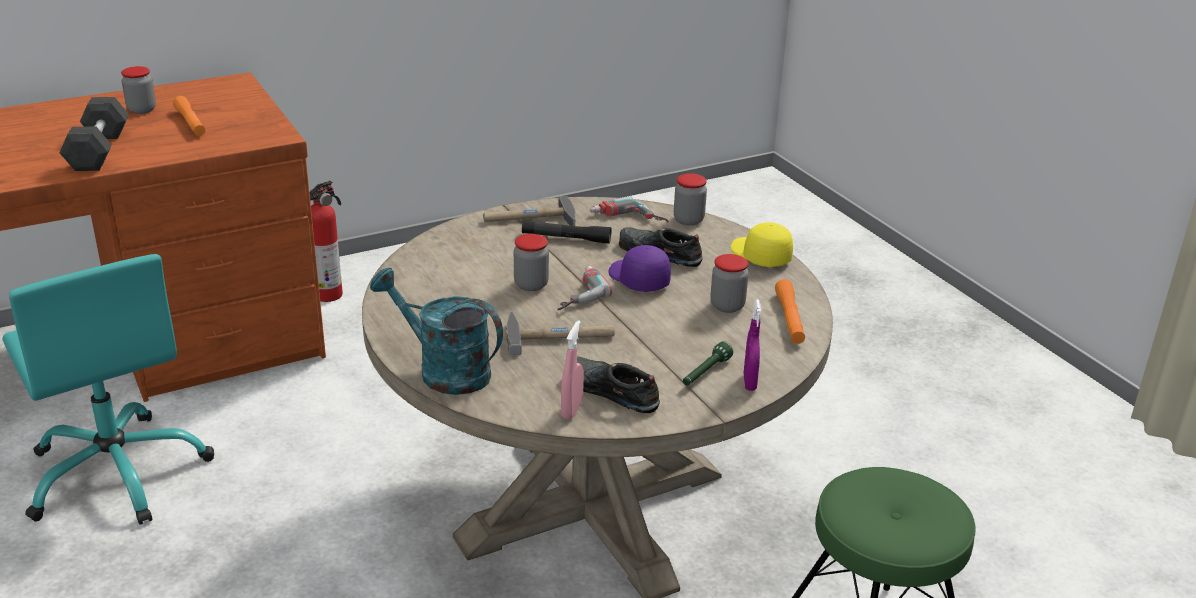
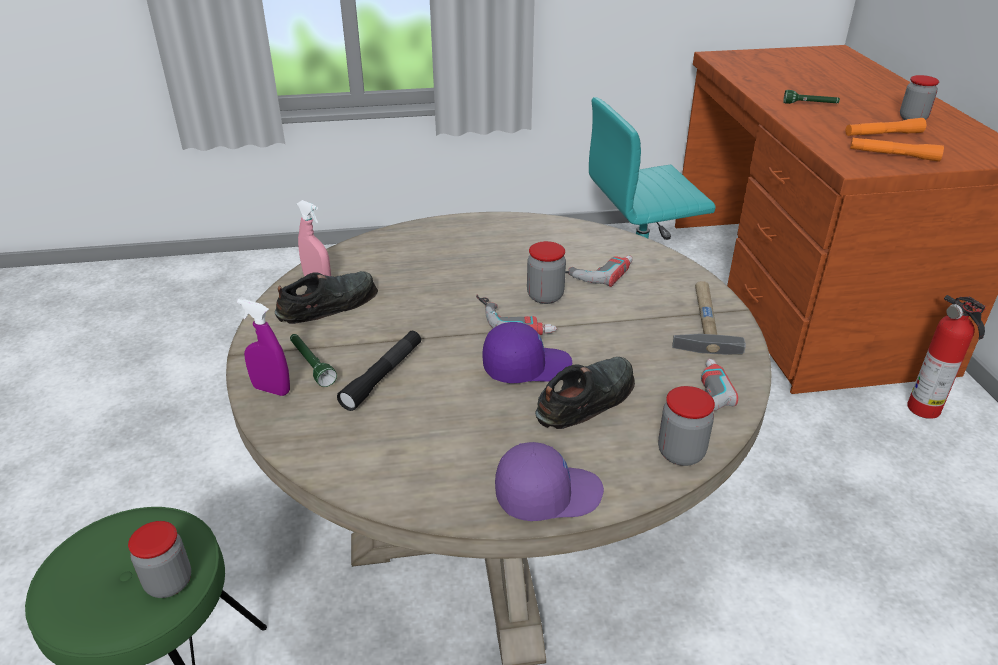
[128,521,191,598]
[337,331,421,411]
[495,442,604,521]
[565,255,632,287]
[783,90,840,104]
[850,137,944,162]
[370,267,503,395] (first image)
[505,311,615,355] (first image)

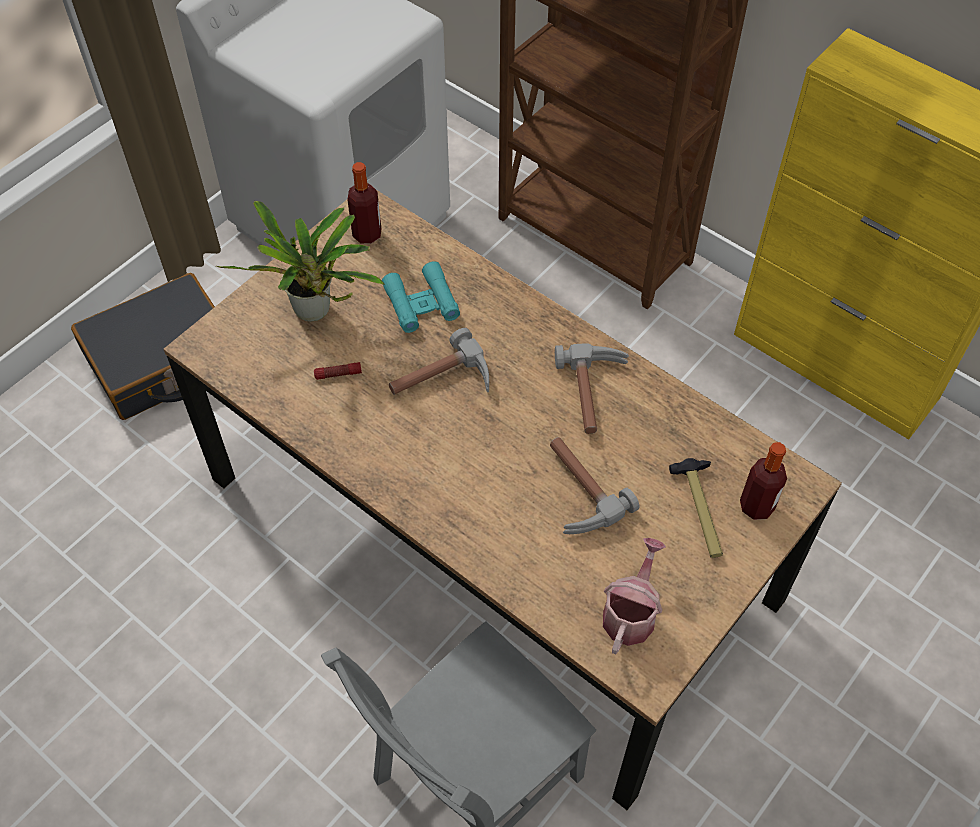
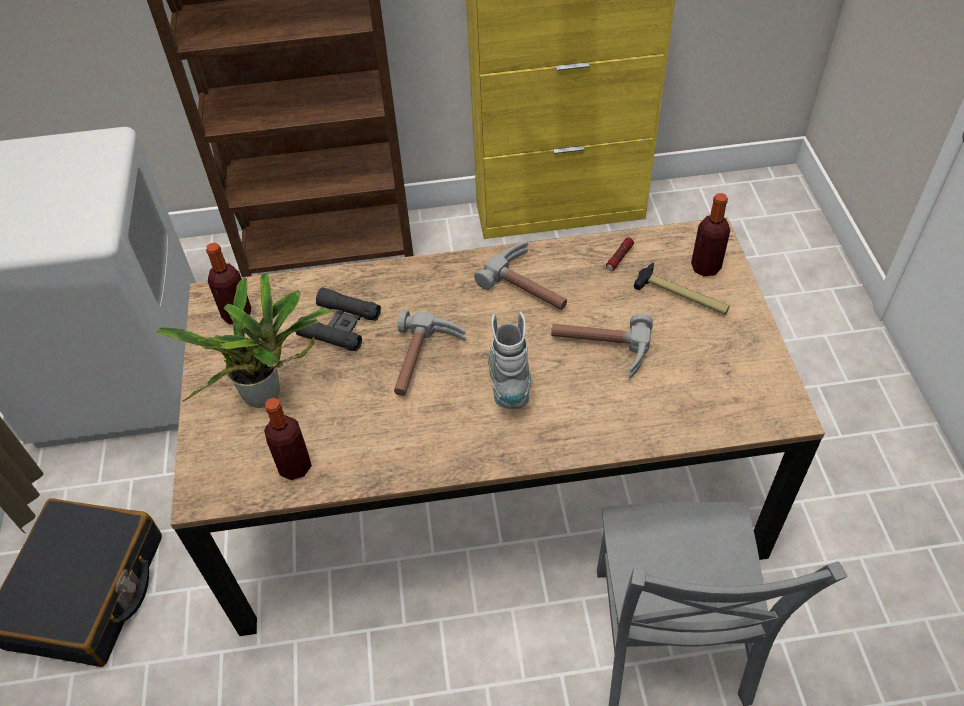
[264,398,312,480]
[296,287,381,351]
[488,311,531,409]
[606,237,634,271]
[603,538,666,654] (first image)

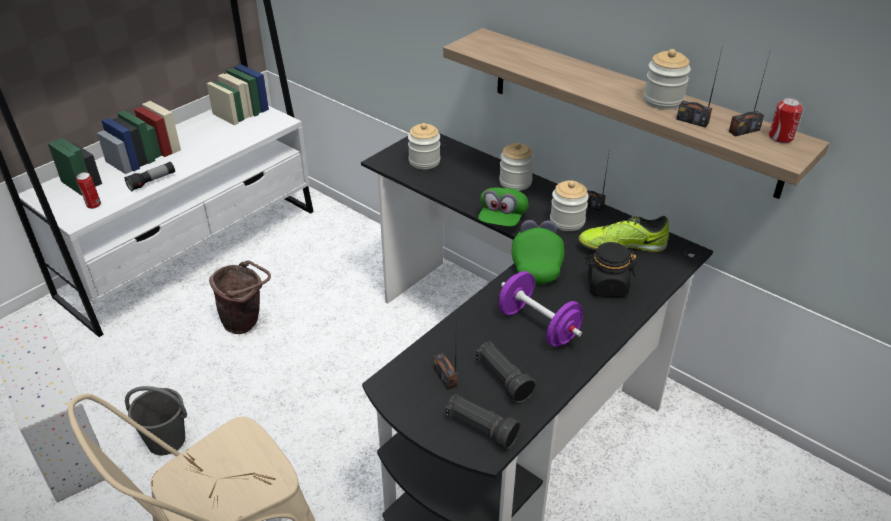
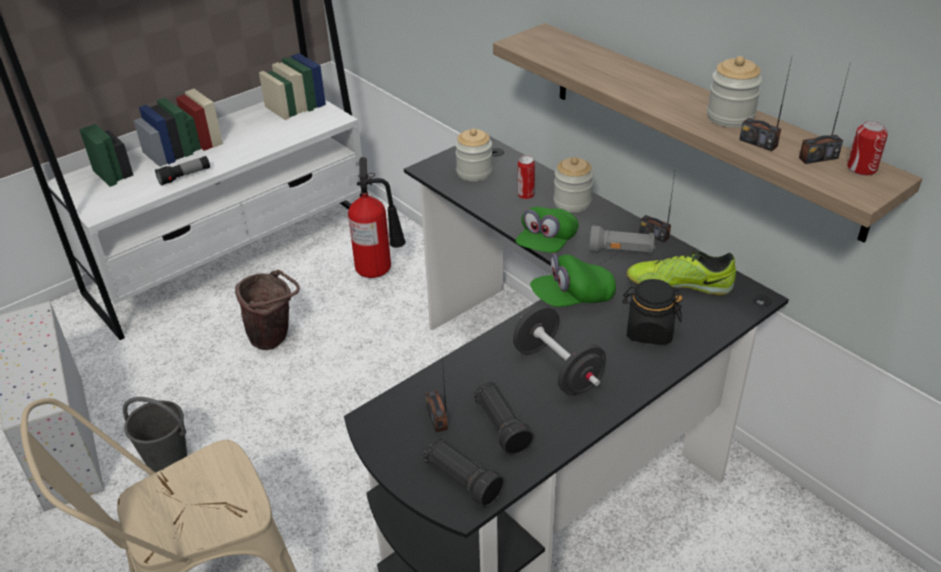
[348,157,406,278]
[512,305,606,395]
[518,155,535,200]
[530,253,616,307]
[589,225,655,254]

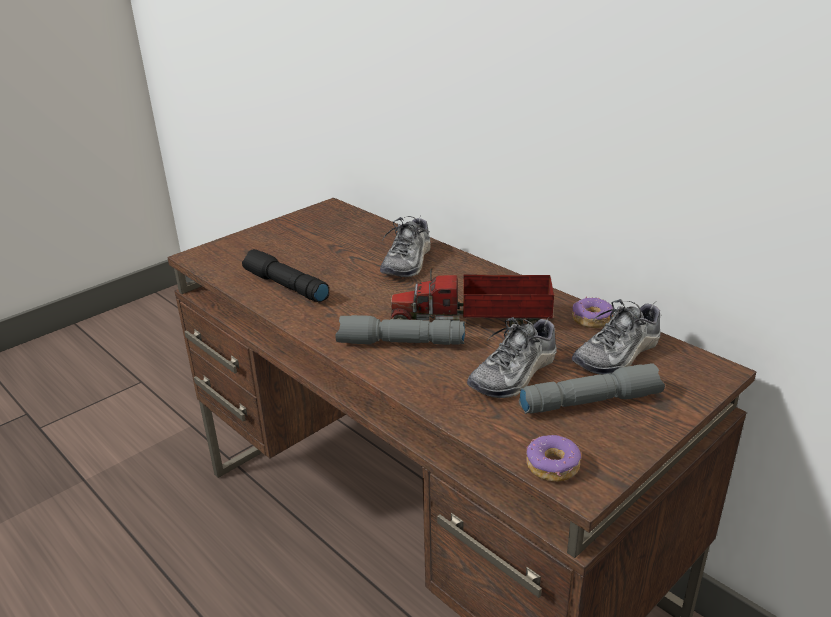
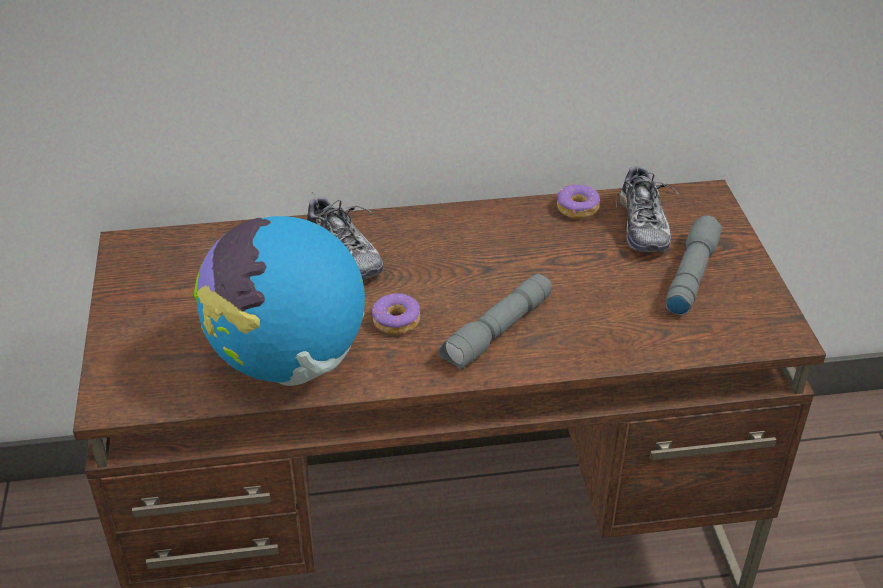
[194,216,365,386]
[372,293,420,334]
[391,268,554,327] (first image)
[467,317,557,398] (first image)

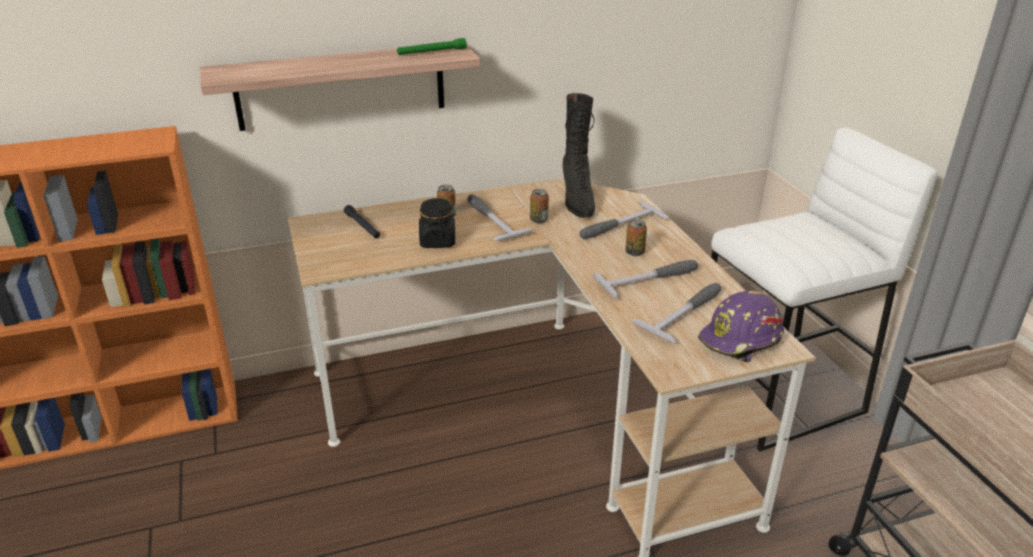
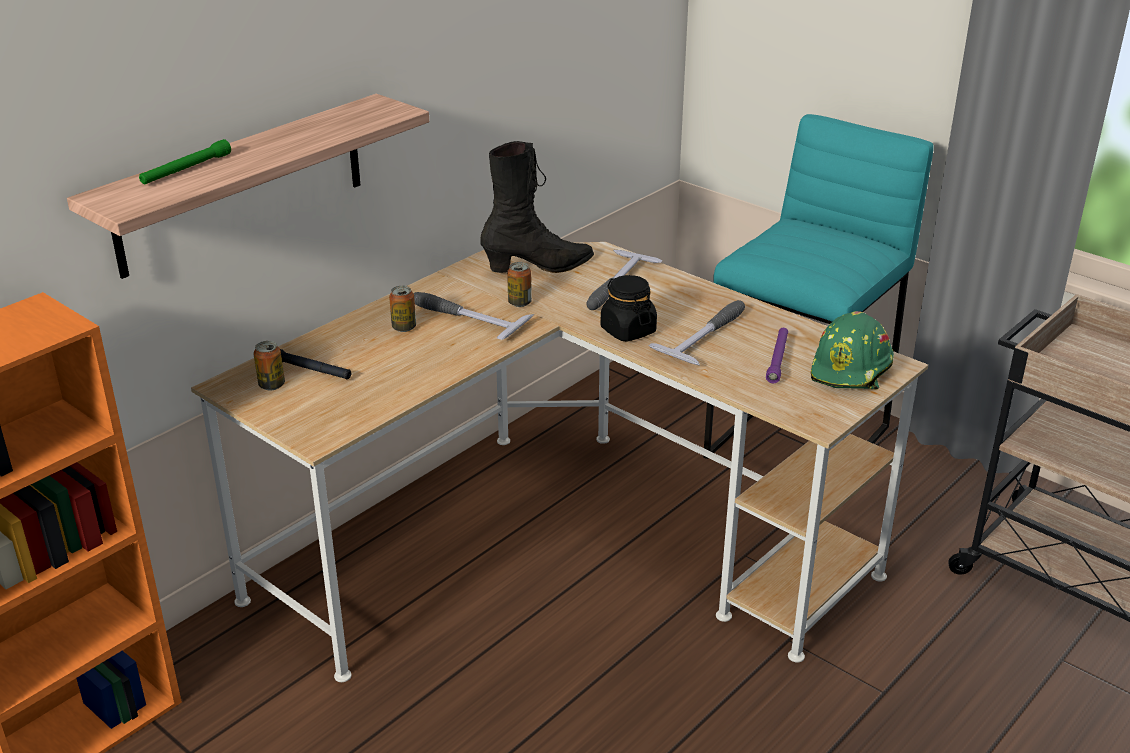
[139,139,231,184]
[253,341,285,390]
[480,141,594,273]
[600,275,657,342]
[703,114,934,459]
[766,328,788,383]
[811,311,894,390]

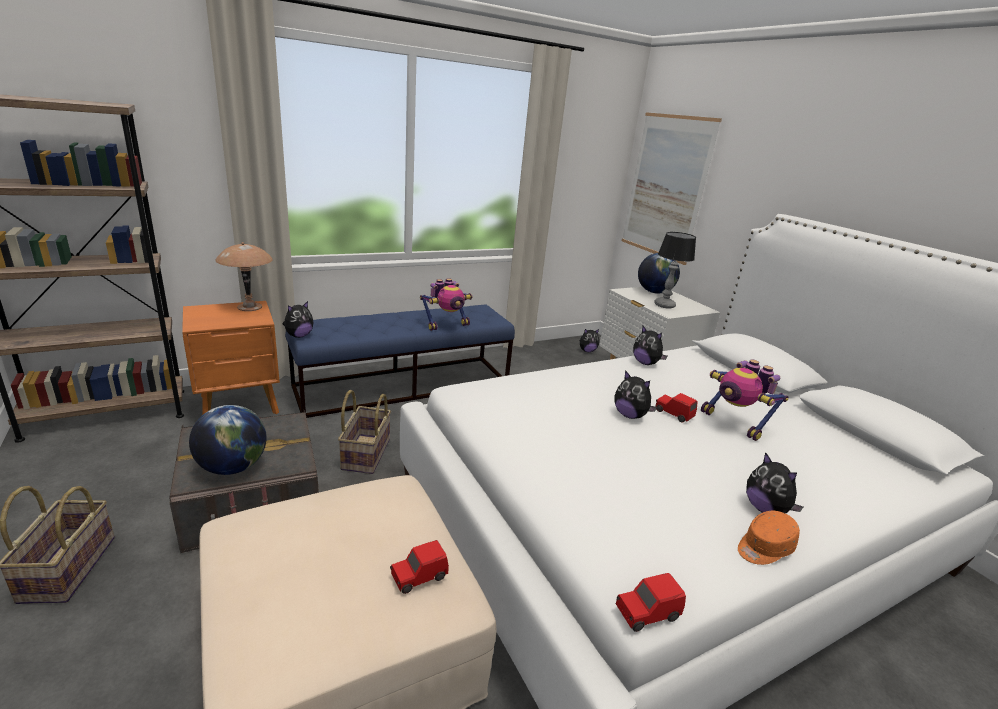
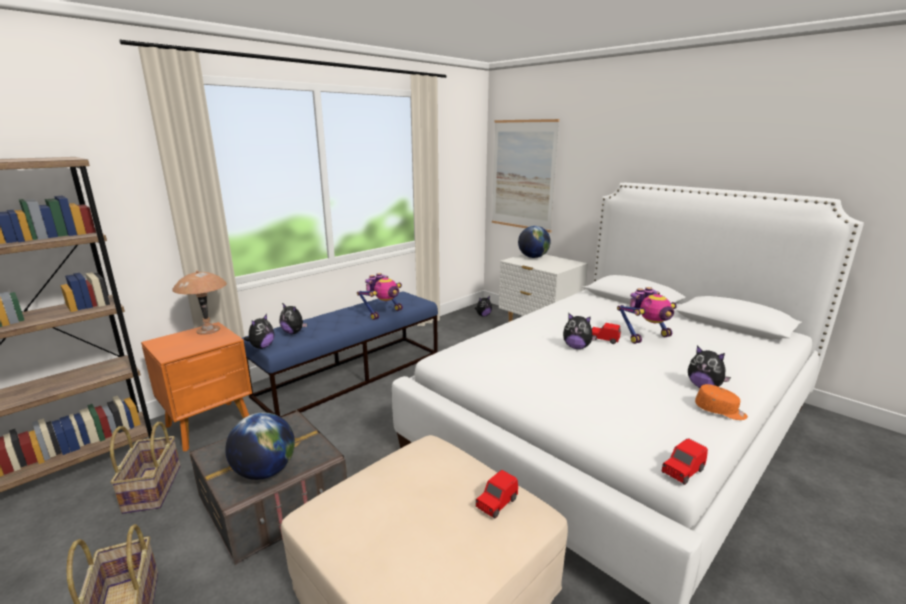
[110,422,180,514]
[280,303,307,334]
[617,287,677,344]
[695,384,748,420]
[654,232,696,309] (first image)

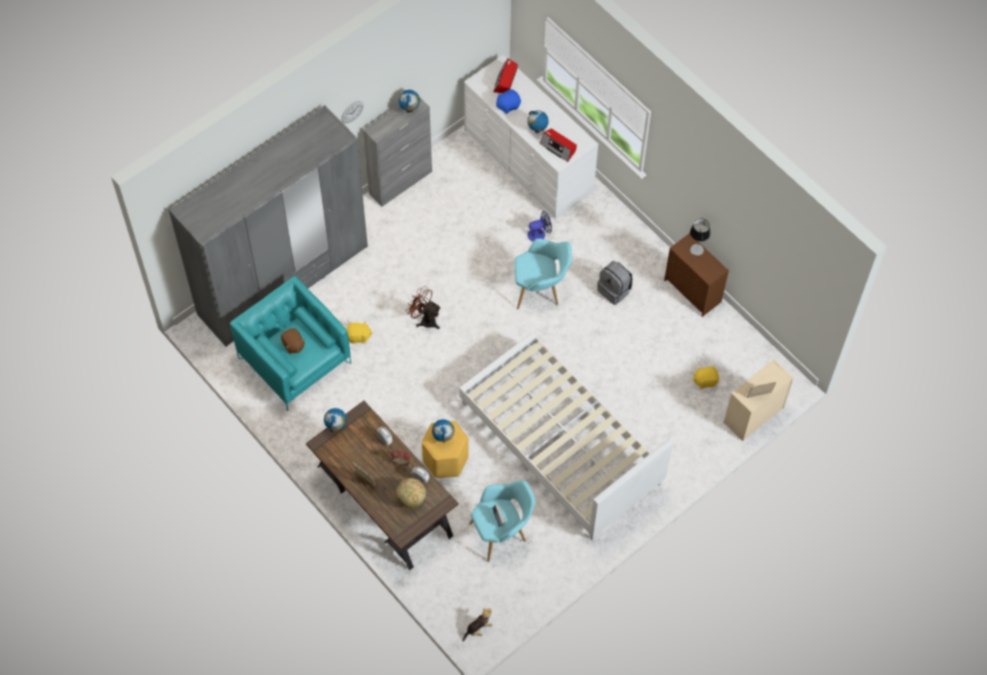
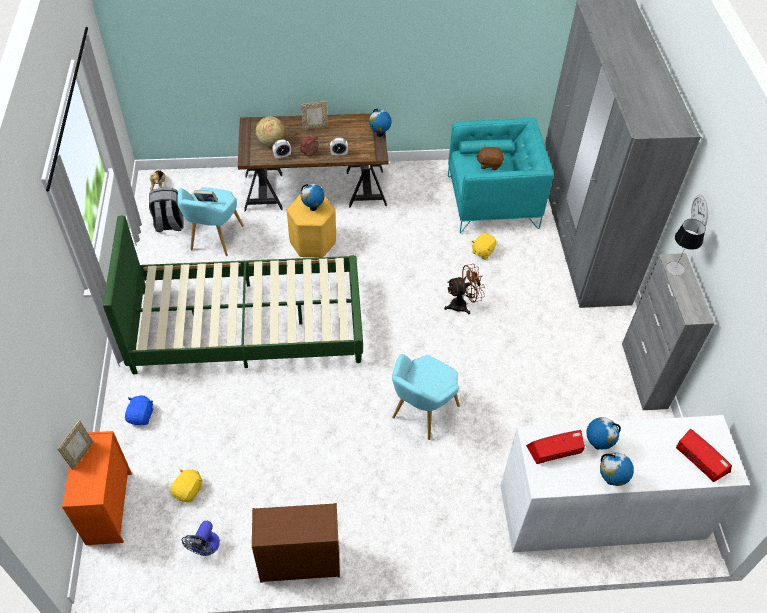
[62,431,132,545]
[103,216,363,375]
[125,396,153,425]
[149,188,184,232]
[181,521,220,556]
[600,453,634,486]
[666,219,706,275]

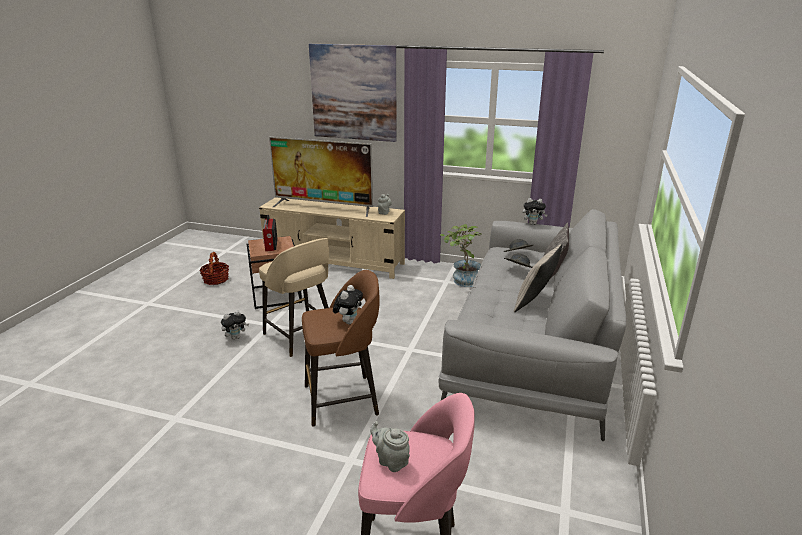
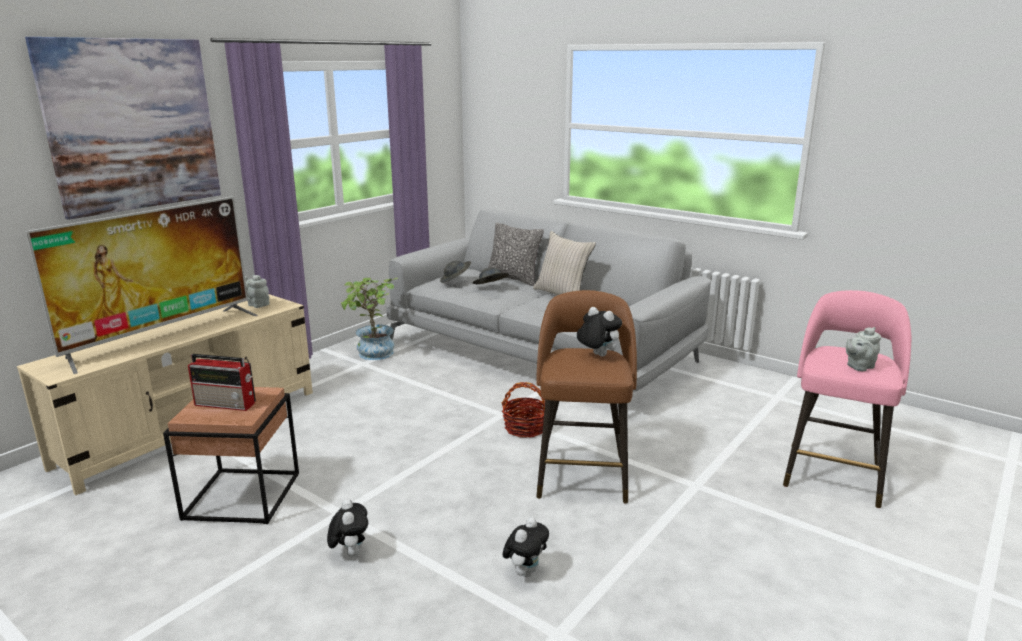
[502,382,546,438]
[502,517,549,577]
[259,238,329,357] (first image)

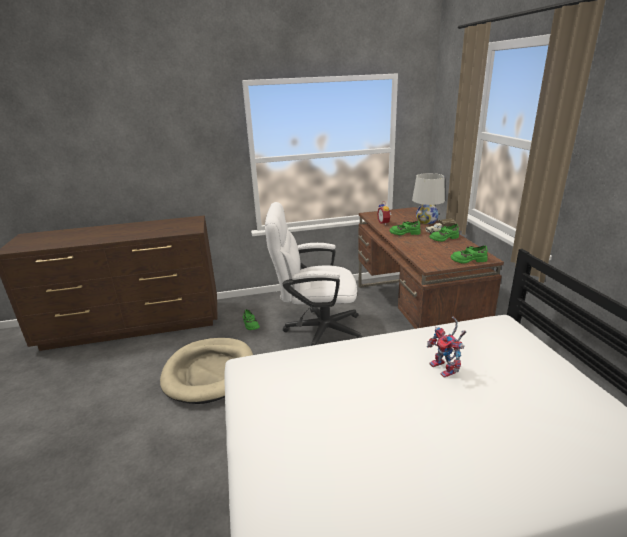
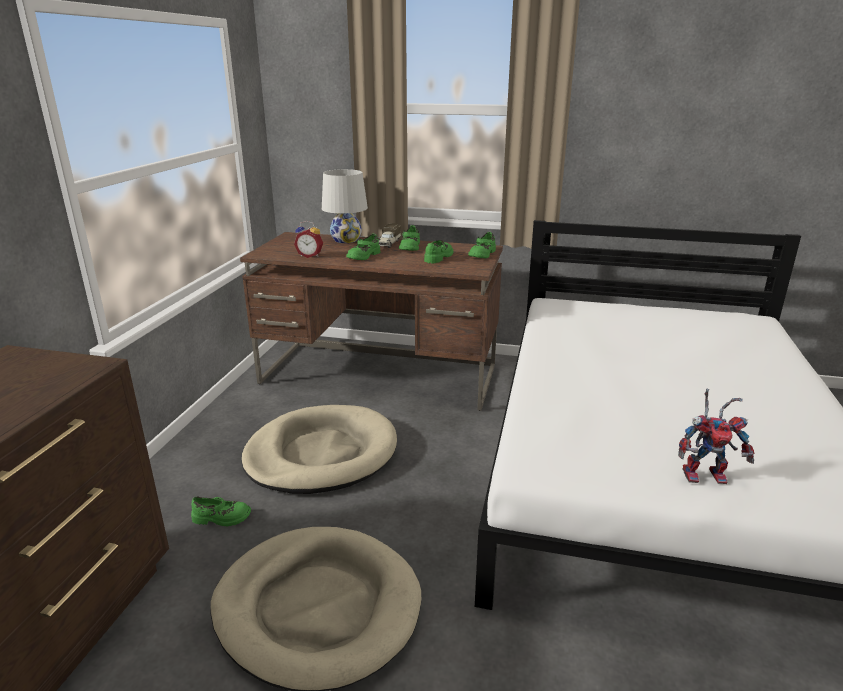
[242,405,397,494]
[424,240,453,263]
[678,388,754,484]

